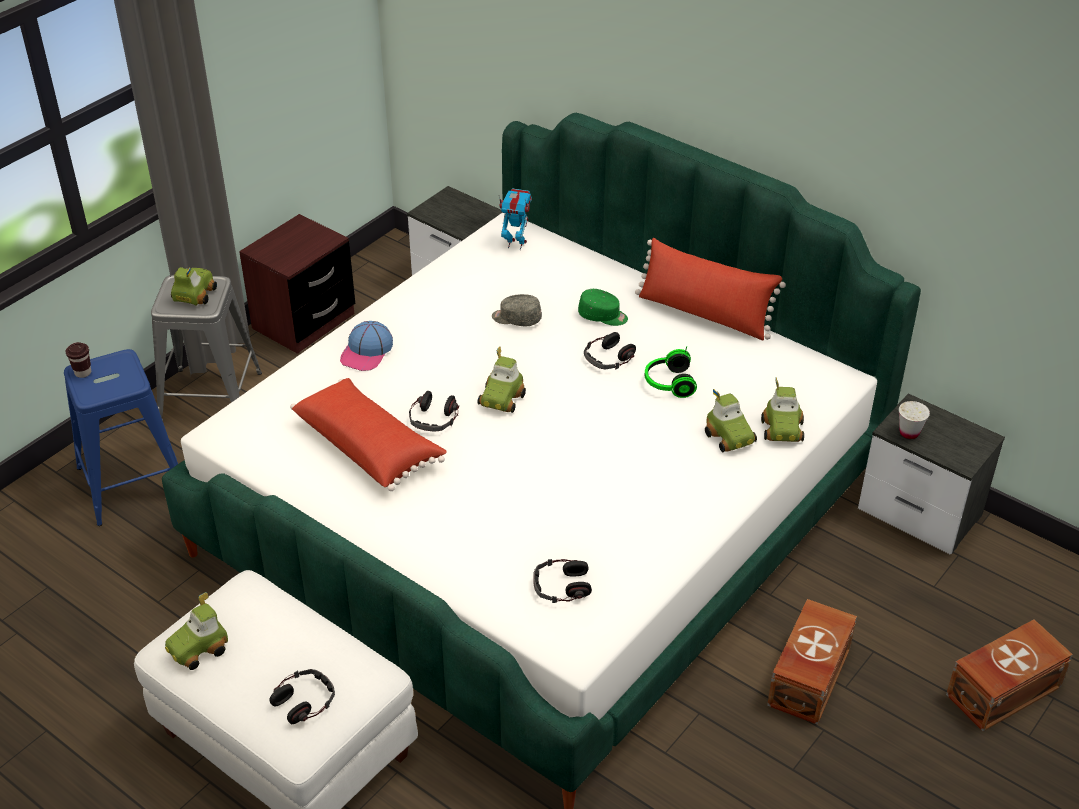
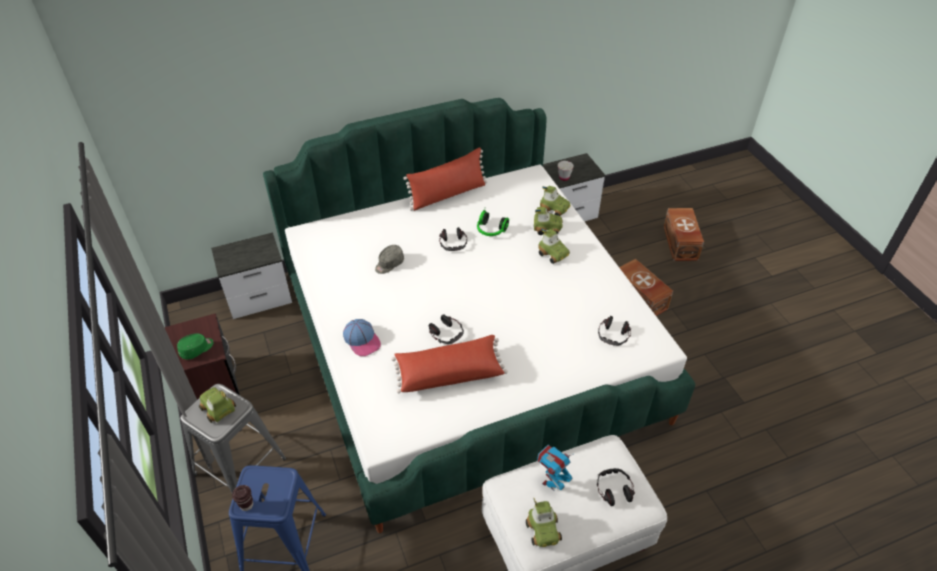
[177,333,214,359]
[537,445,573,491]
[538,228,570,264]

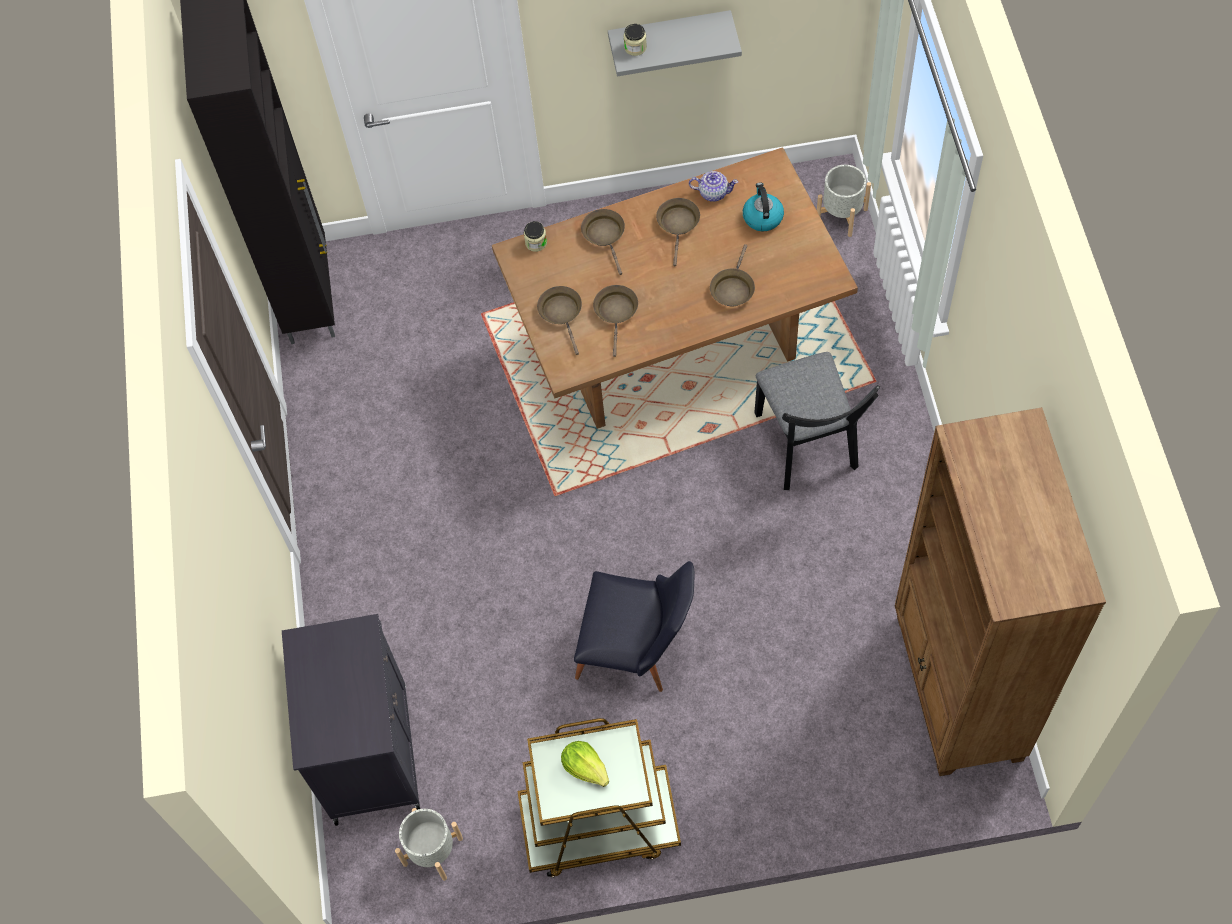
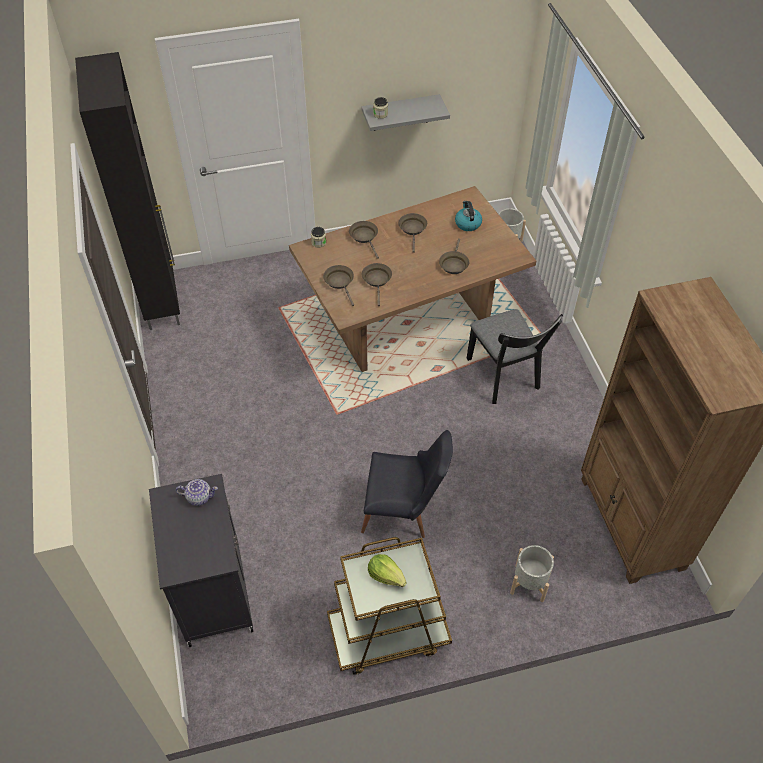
[176,479,218,506]
[510,545,554,602]

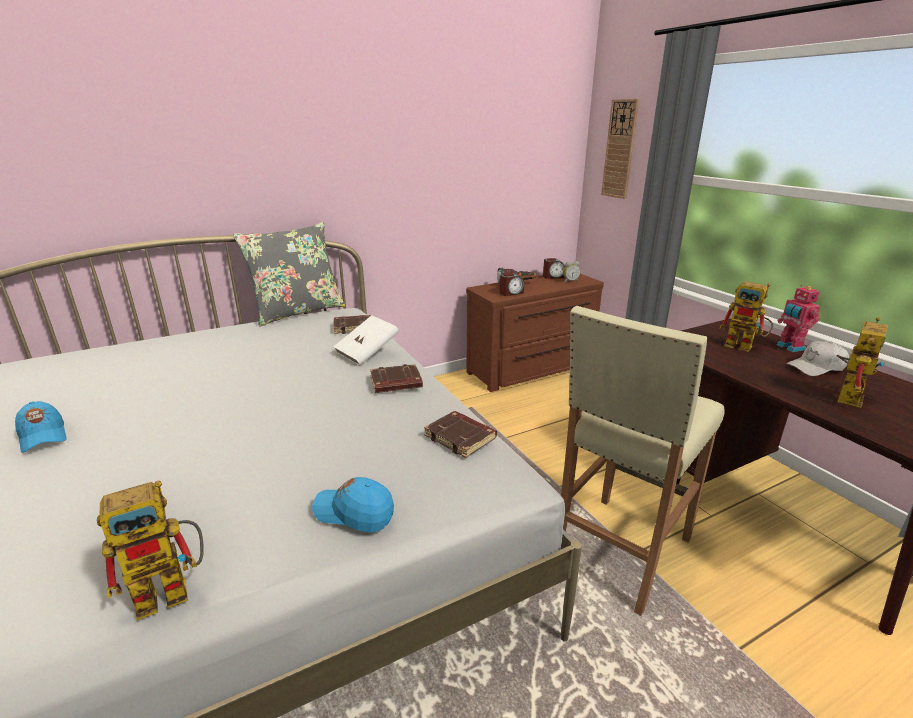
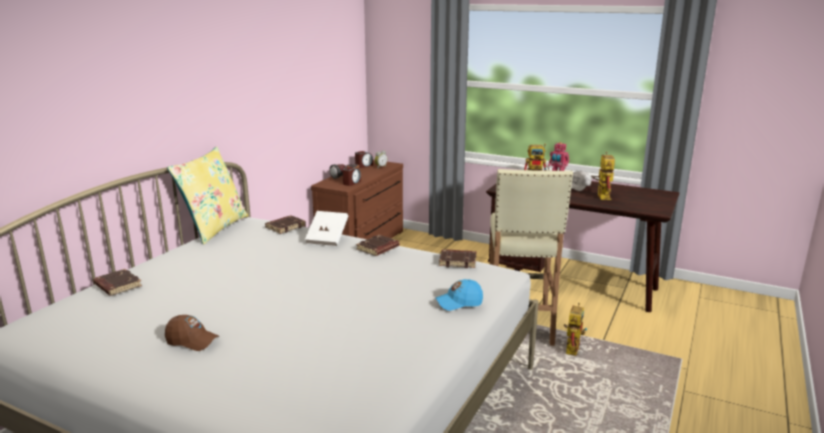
[93,269,142,296]
[165,315,219,351]
[167,147,248,244]
[564,303,587,356]
[601,99,639,199] (first image)

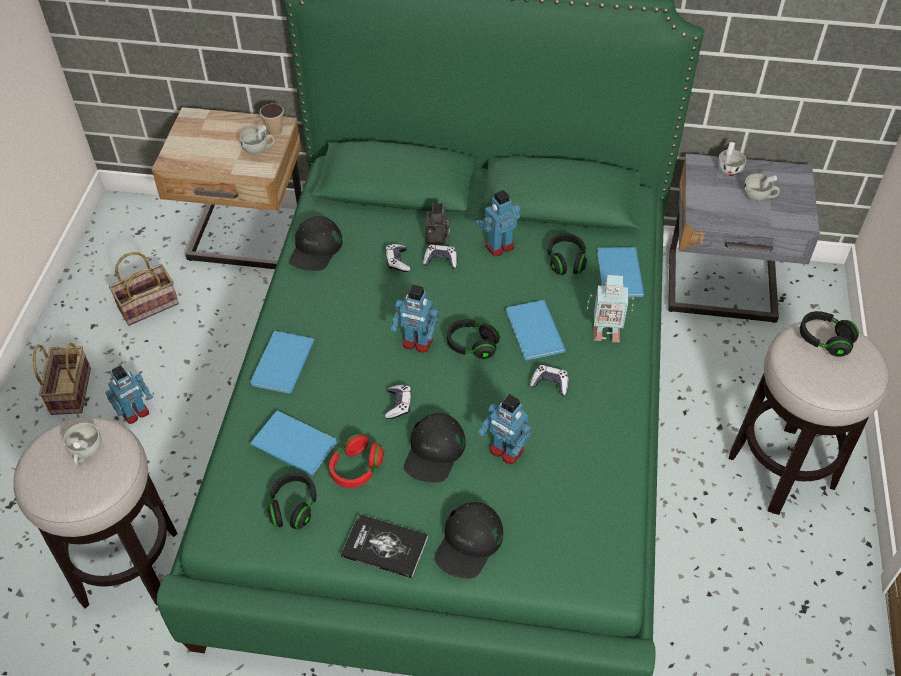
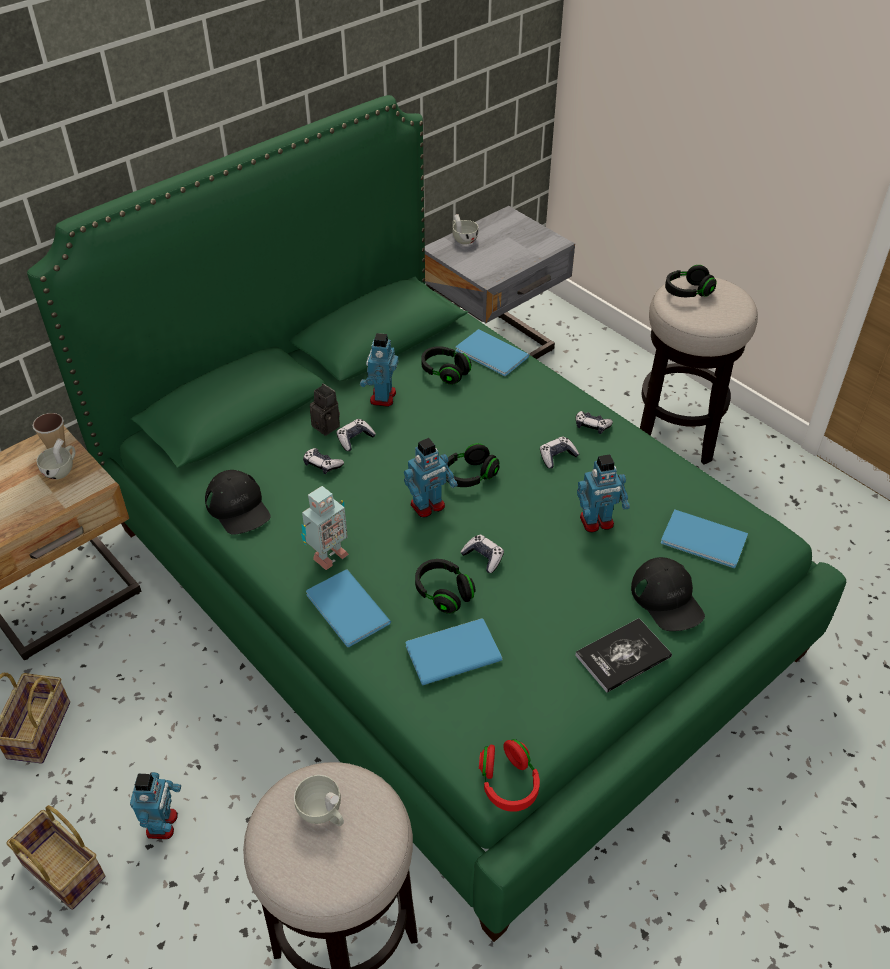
[301,486,349,570]
[415,559,476,614]
[479,739,540,812]
[576,411,613,434]
[661,509,748,568]
[404,413,465,483] (first image)
[744,174,780,201] (first image)

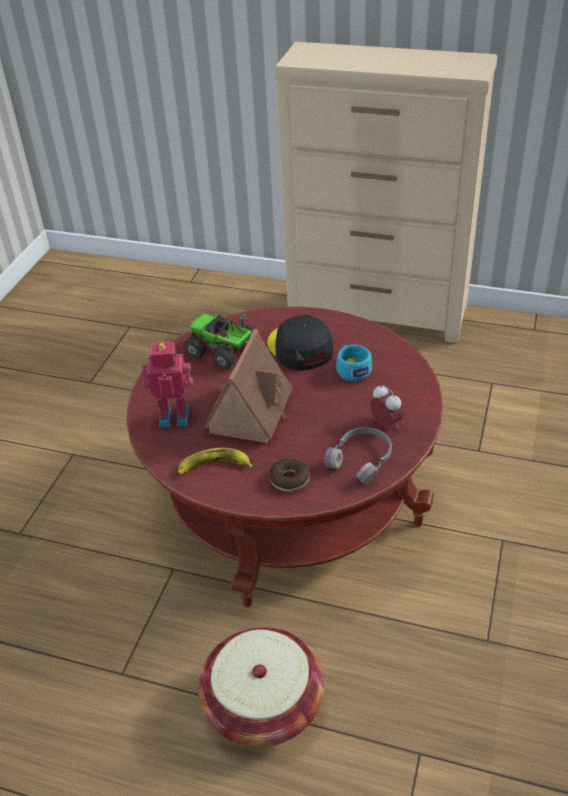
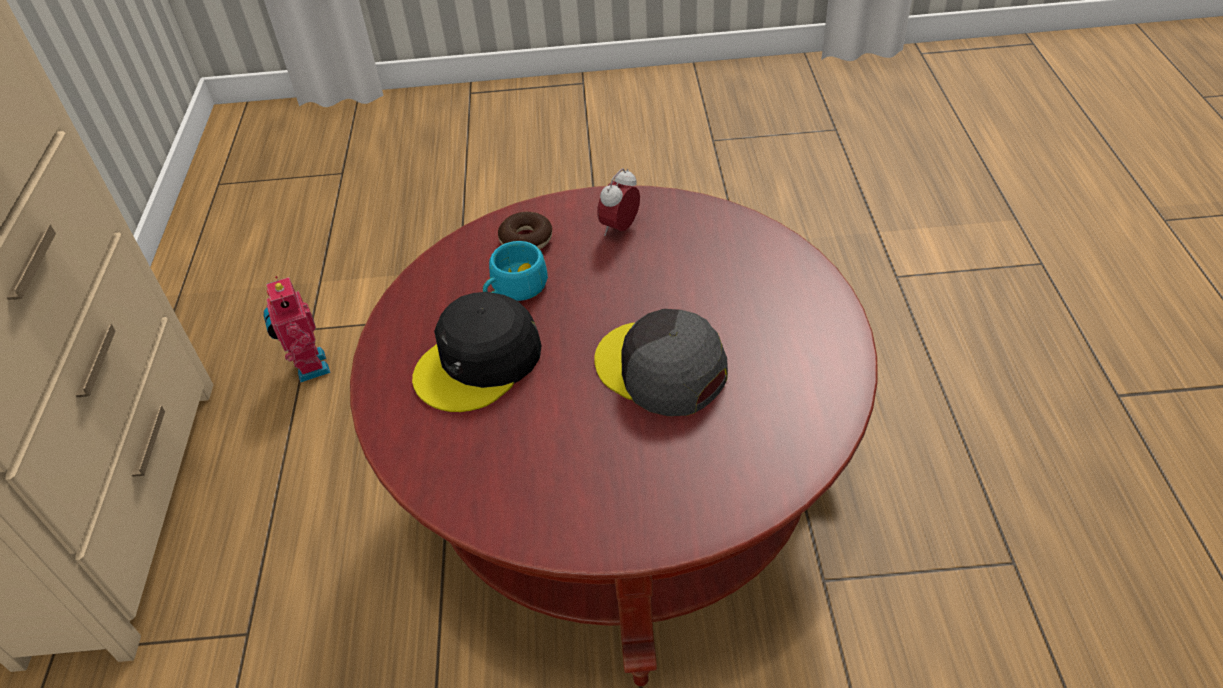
[263,276,331,383]
[498,212,552,249]
[594,309,728,416]
[178,447,253,475] (first image)
[183,314,254,370] (first image)
[198,627,324,747] (first image)
[325,427,392,485] (first image)

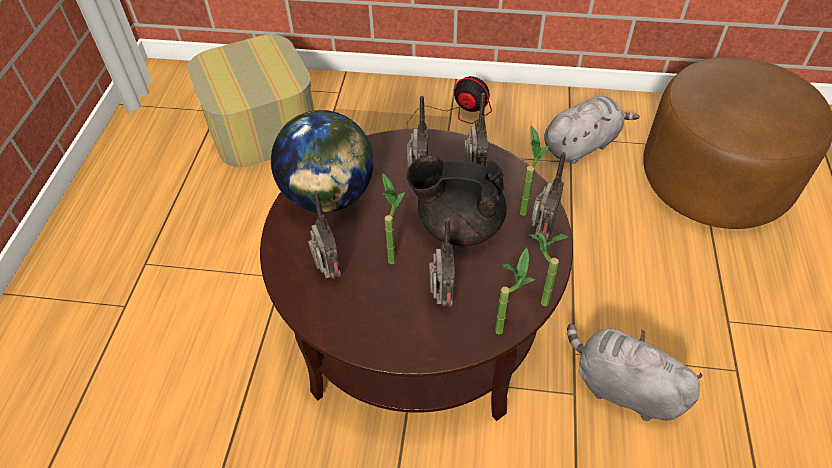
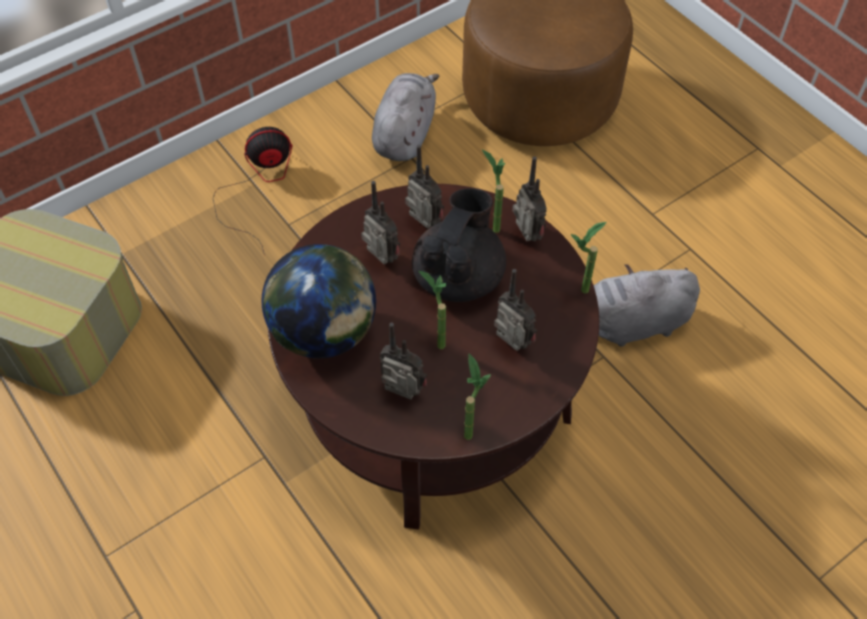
[412,188,506,302]
[464,353,491,440]

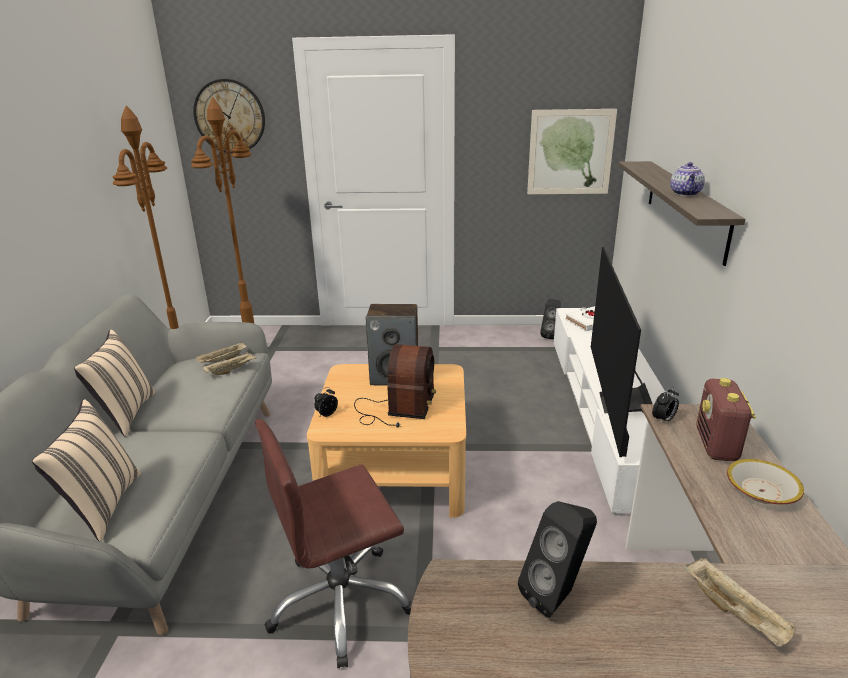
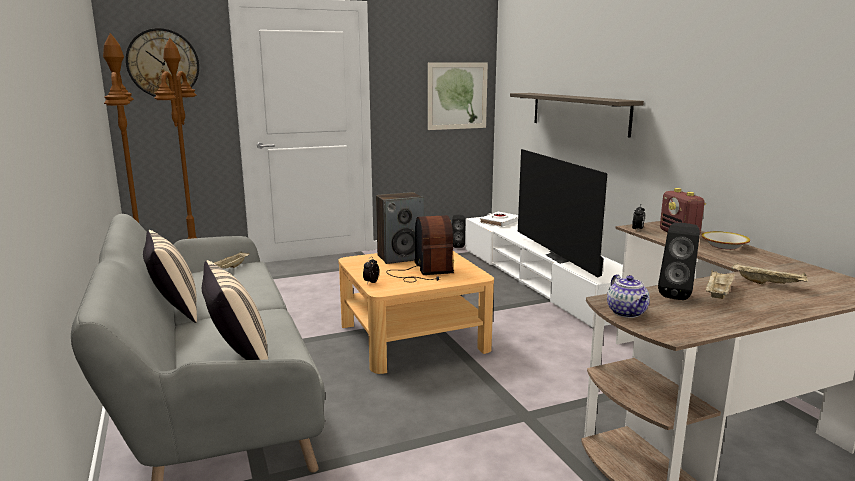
[607,274,650,318]
[705,270,735,299]
[255,419,413,668] (first image)

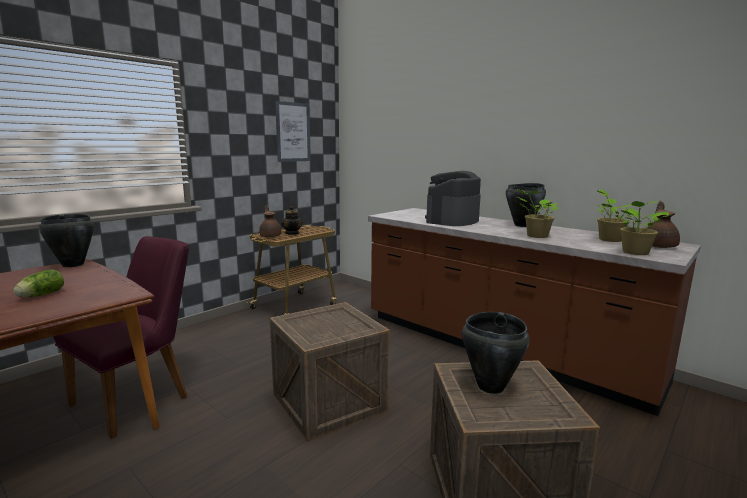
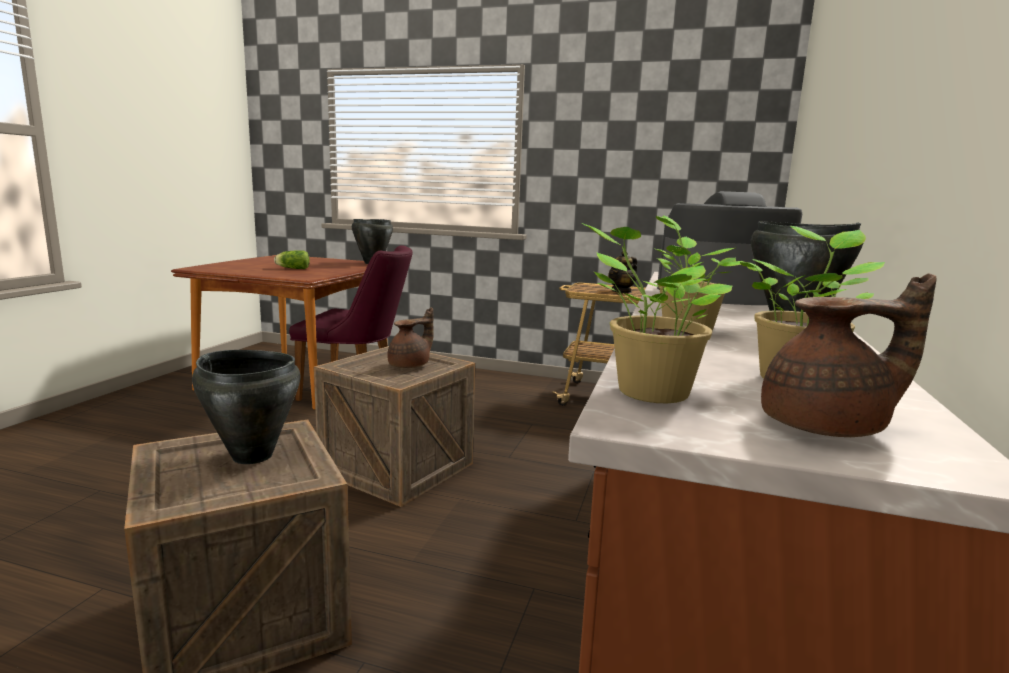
[387,307,434,368]
[275,101,310,162] (first image)

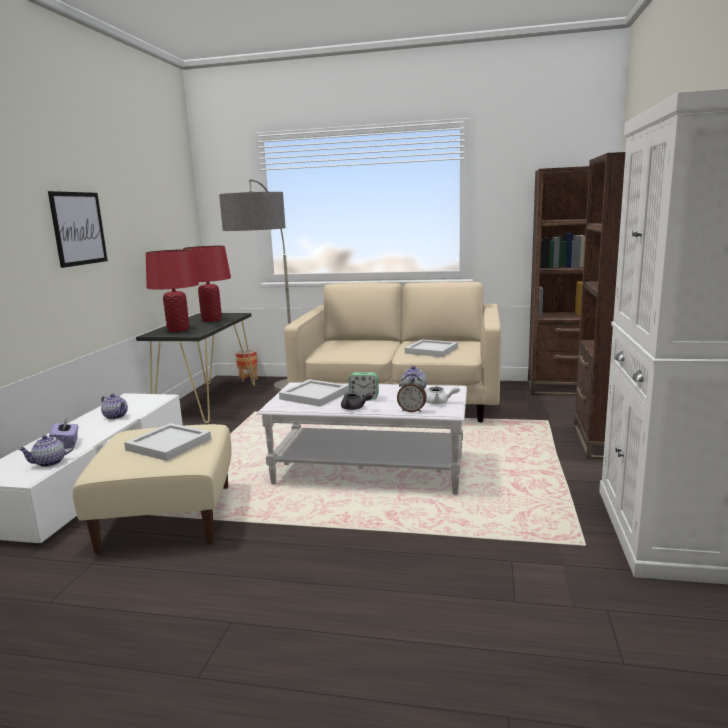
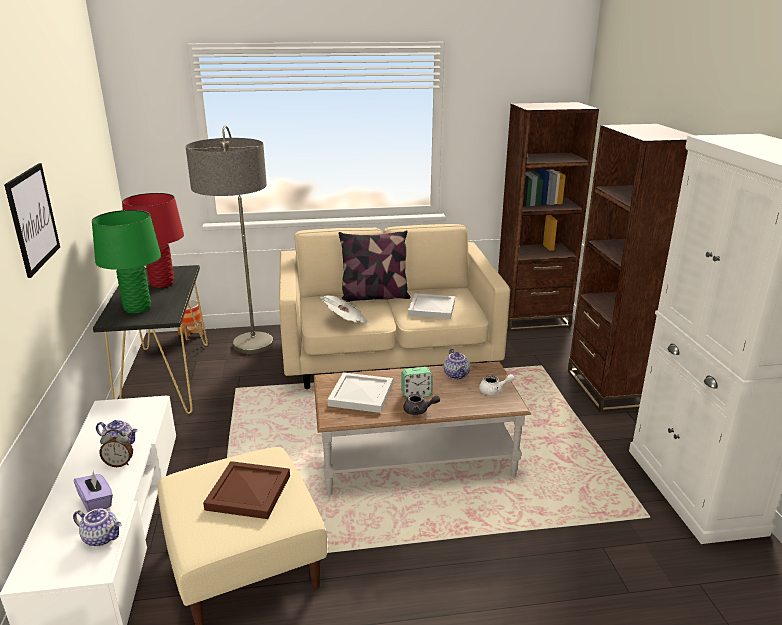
[73,509,122,546]
[92,210,161,313]
[100,429,133,467]
[203,461,290,519]
[314,362,531,495]
[320,296,370,324]
[339,230,410,302]

